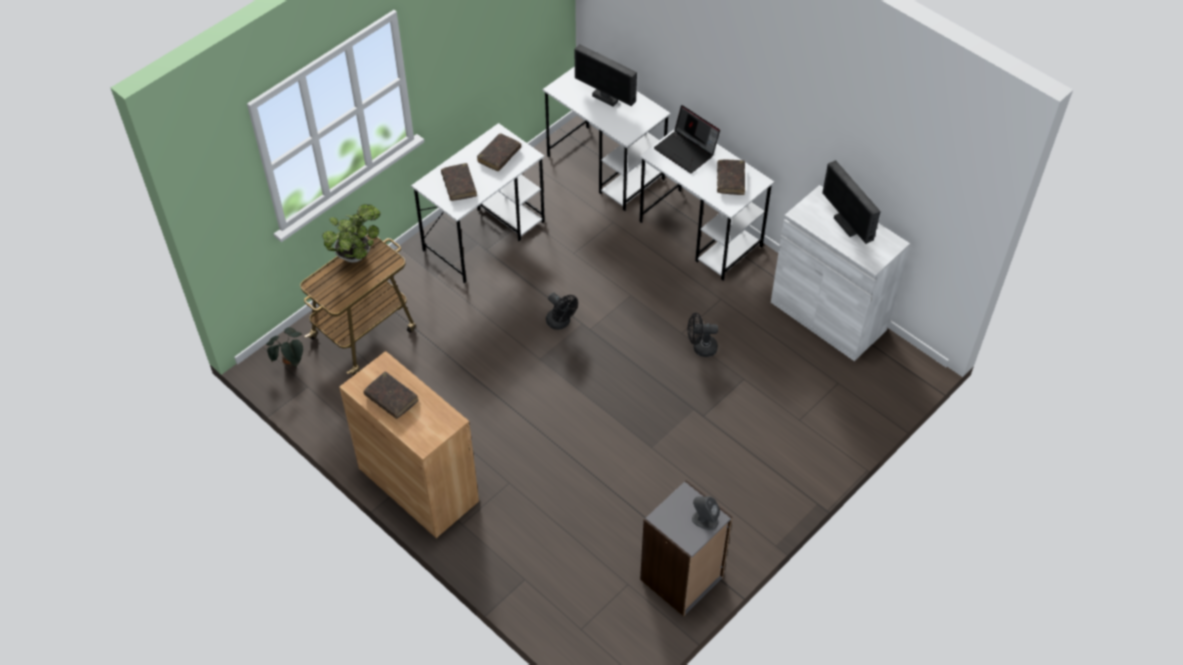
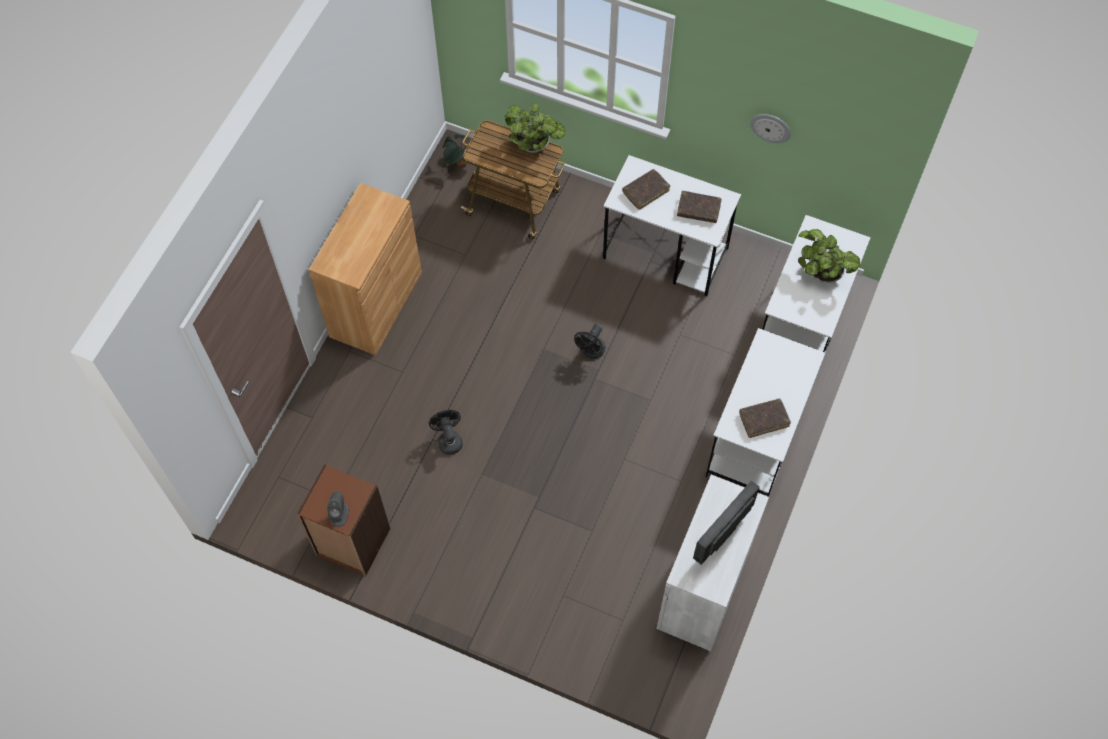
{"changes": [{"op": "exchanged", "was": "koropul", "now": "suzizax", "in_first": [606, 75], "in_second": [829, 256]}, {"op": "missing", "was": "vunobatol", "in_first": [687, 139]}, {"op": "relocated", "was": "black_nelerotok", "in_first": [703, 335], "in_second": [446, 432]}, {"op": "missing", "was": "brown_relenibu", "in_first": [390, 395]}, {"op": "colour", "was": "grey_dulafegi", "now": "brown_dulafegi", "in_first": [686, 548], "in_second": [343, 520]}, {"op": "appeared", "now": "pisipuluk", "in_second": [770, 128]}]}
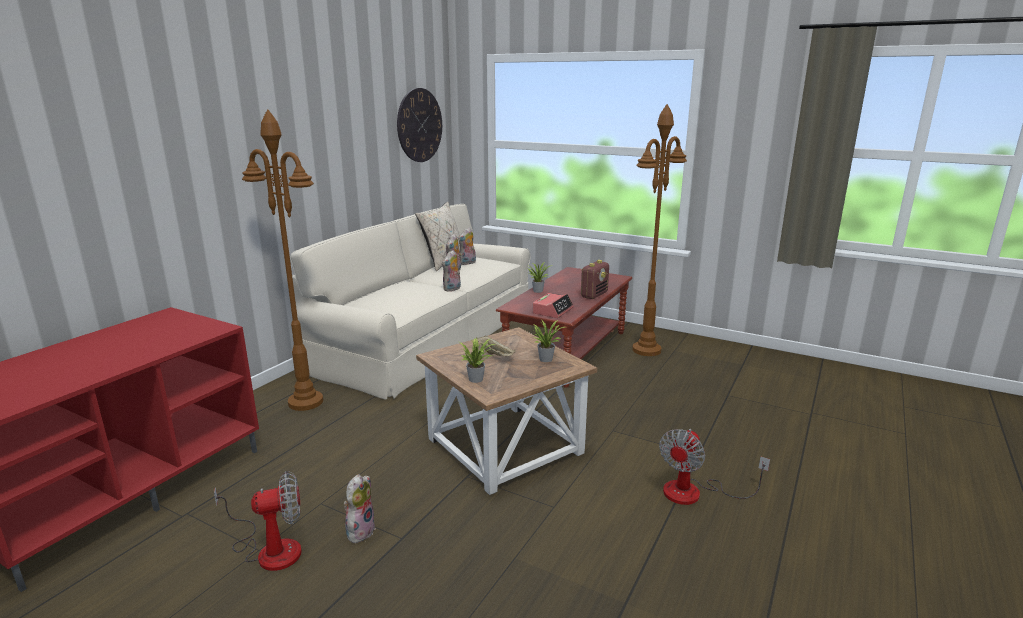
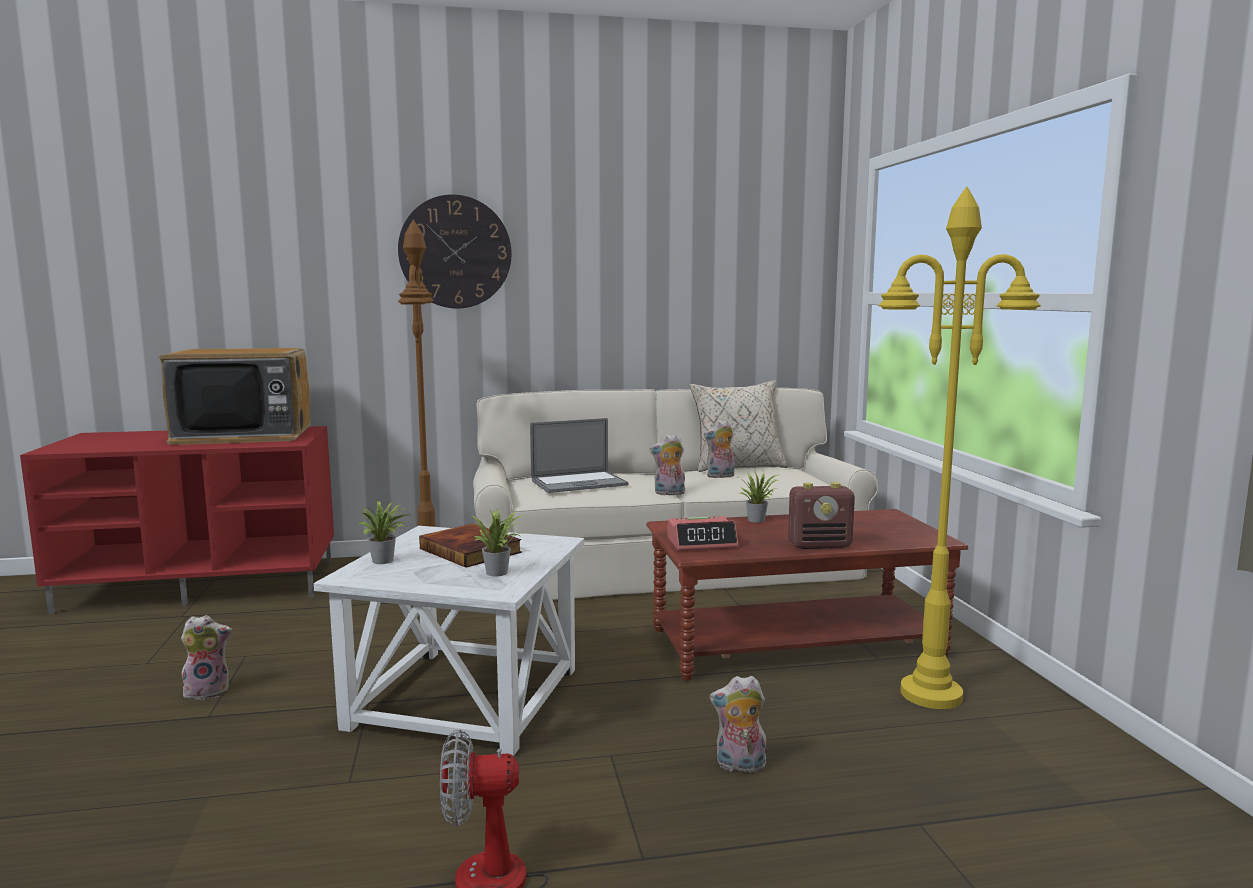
{"changes": [{"op": "relocated", "was": "pisipuluk", "in_first": [419, 125], "in_second": [455, 251]}, {"op": "colour", "was": "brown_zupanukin", "now": "yellow_zupanukin", "in_first": [659, 230], "in_second": [960, 448]}, {"op": "relocated", "was": "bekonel", "in_first": [467, 246], "in_second": [737, 724]}, {"op": "colour", "was": "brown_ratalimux", "now": "white_ratalimux", "in_first": [506, 411], "in_second": [449, 641]}, {"op": "exchanged", "was": "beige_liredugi", "now": "relenibu", "in_first": [496, 346], "in_second": [470, 545]}, {"op": "missing", "was": "nelerotok", "in_first": [258, 521]}, {"op": "appeared", "now": "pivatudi", "in_second": [234, 396]}, {"op": "appeared", "now": "vunobatol", "in_second": [579, 455]}]}
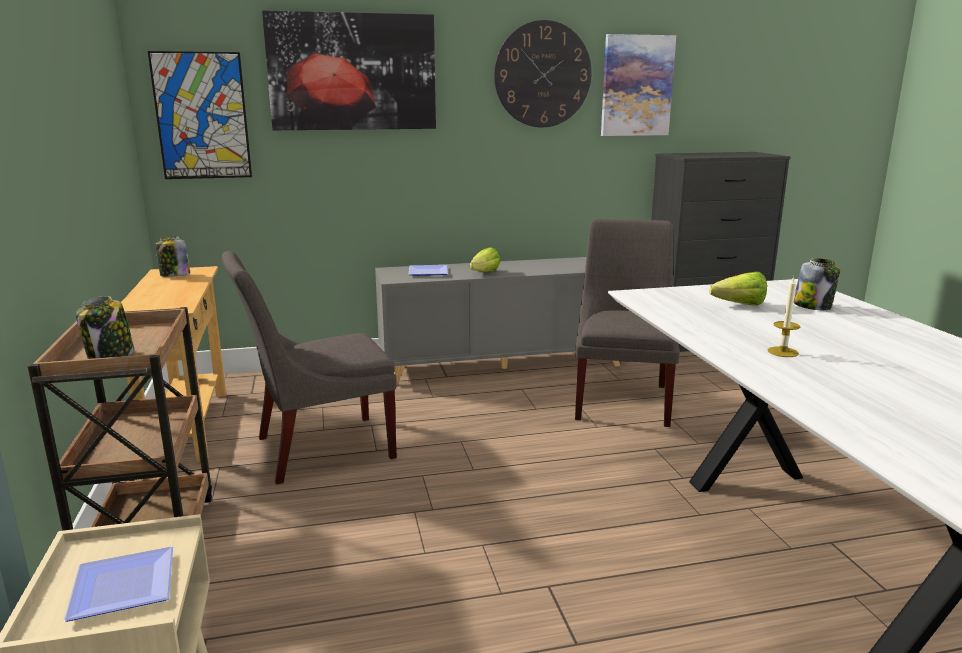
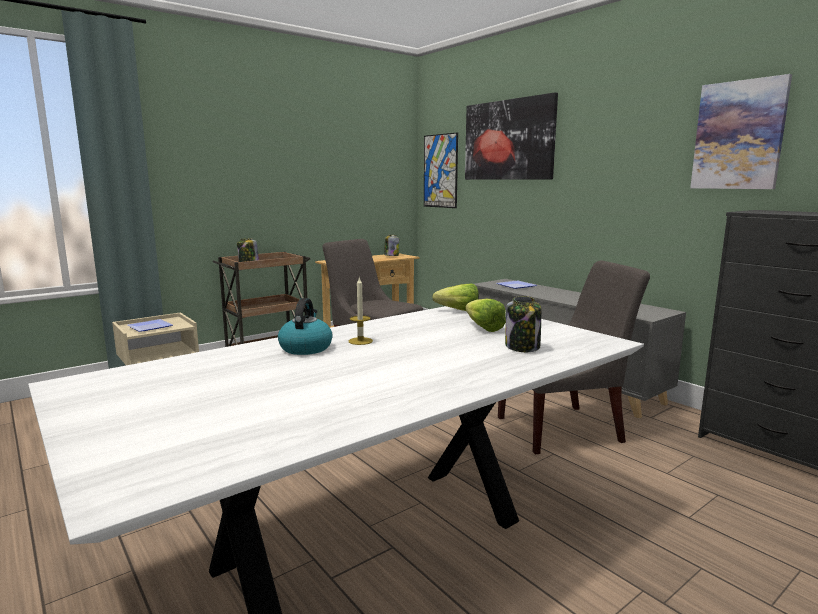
{"changes": [{"op": "missing", "was": "pisipuluk", "in_first": [543, 73]}, {"op": "relocated", "was": "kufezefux", "in_first": [484, 259], "in_second": [455, 297]}, {"op": "appeared", "now": "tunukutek", "in_second": [305, 326]}]}
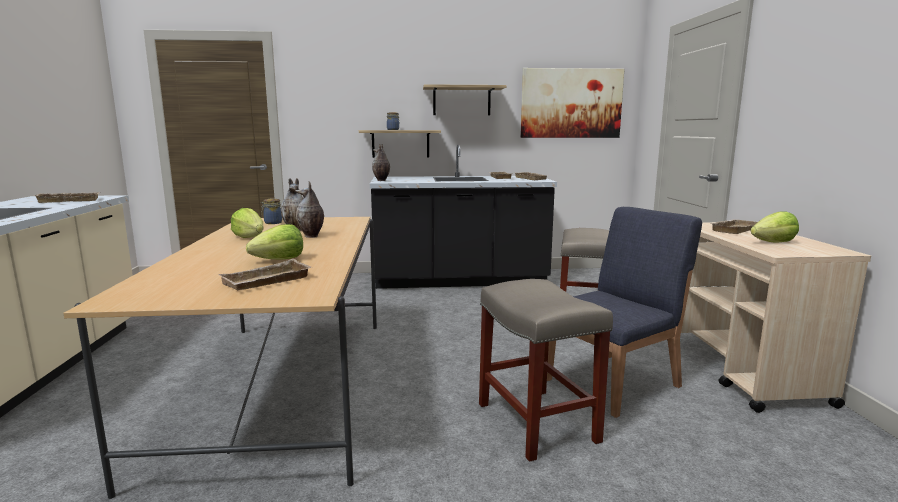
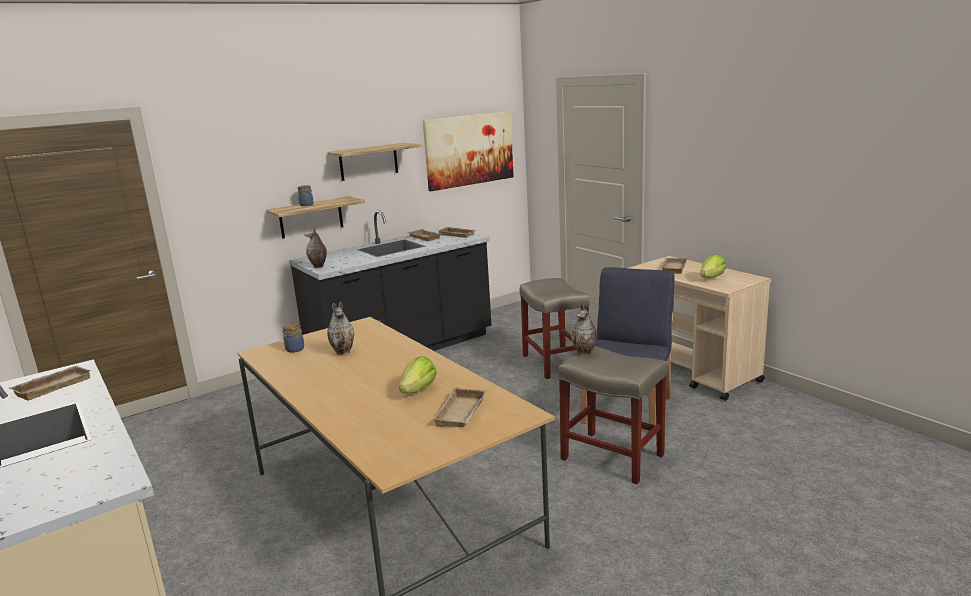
{"changes": [{"op": "relocated", "was": "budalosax", "in_first": [309, 209], "in_second": [584, 330]}, {"op": "missing", "was": "kufezefux", "in_first": [247, 223]}]}
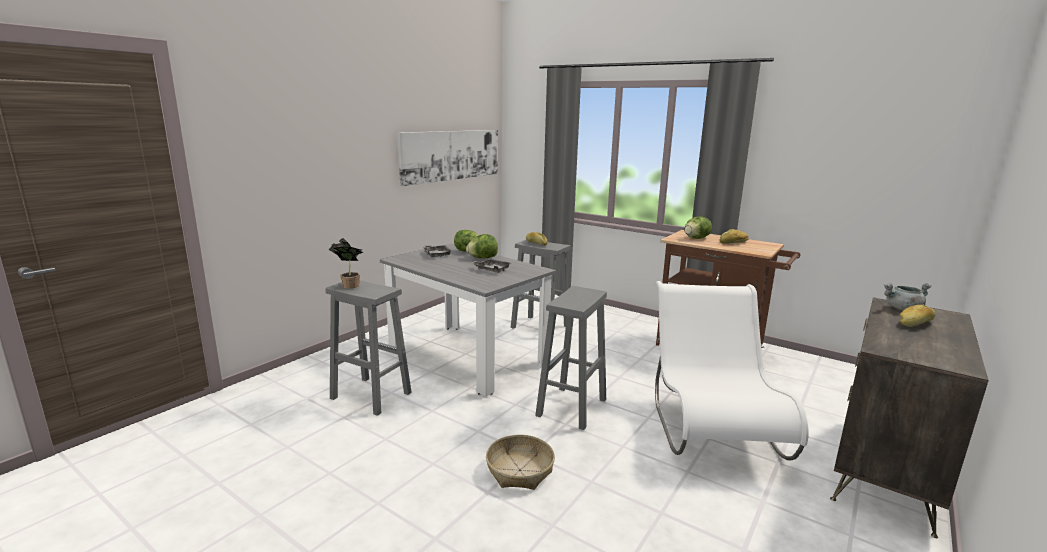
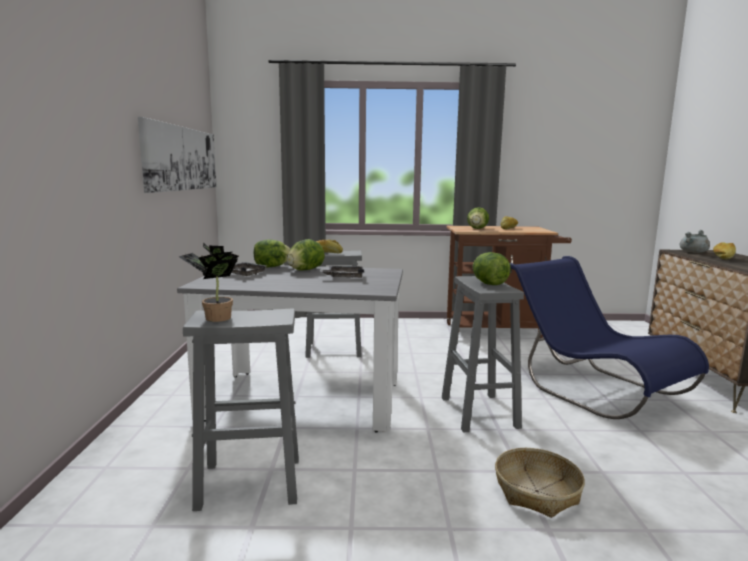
{"changes": [{"op": "colour", "was": "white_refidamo", "now": "blue_refidamo", "in_first": [732, 370], "in_second": [609, 337]}, {"op": "appeared", "now": "kufezefux", "in_second": [492, 268]}]}
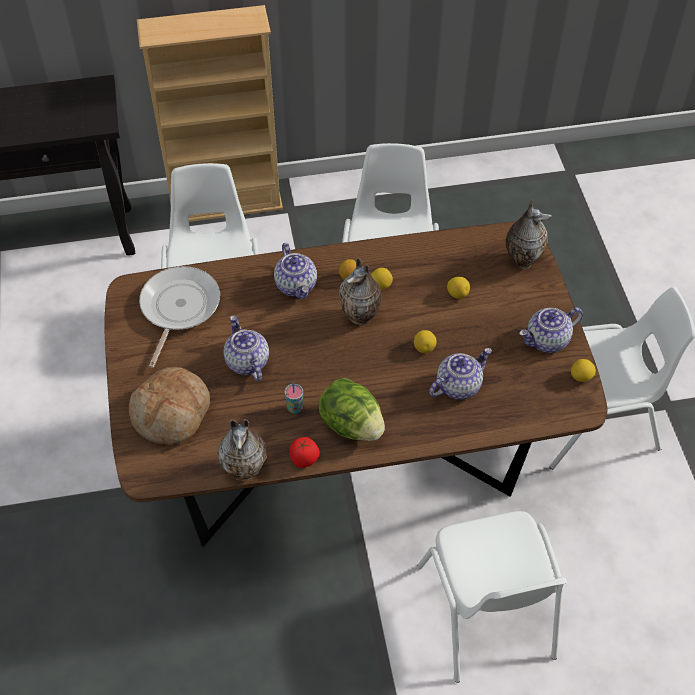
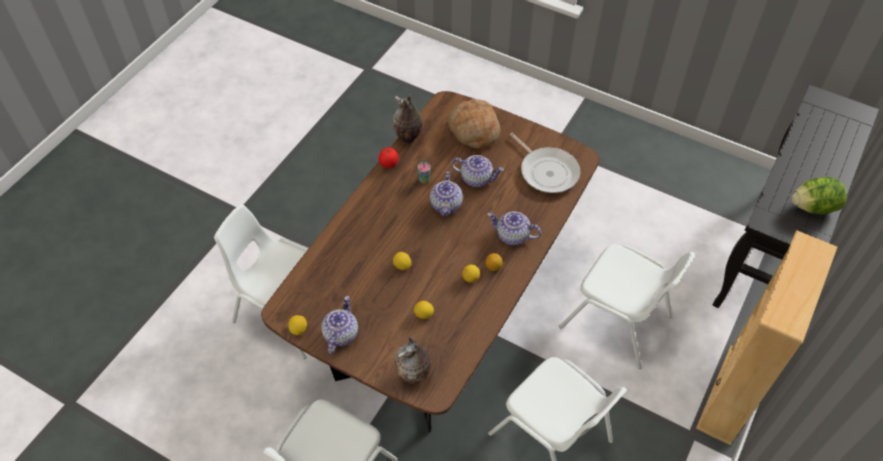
{"changes": [{"op": "missing", "was": "budalosax", "in_first": [360, 291]}, {"op": "relocated", "was": "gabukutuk", "in_first": [460, 373], "in_second": [446, 194]}, {"op": "relocated", "was": "kufezefux", "in_first": [351, 409], "in_second": [819, 195]}]}
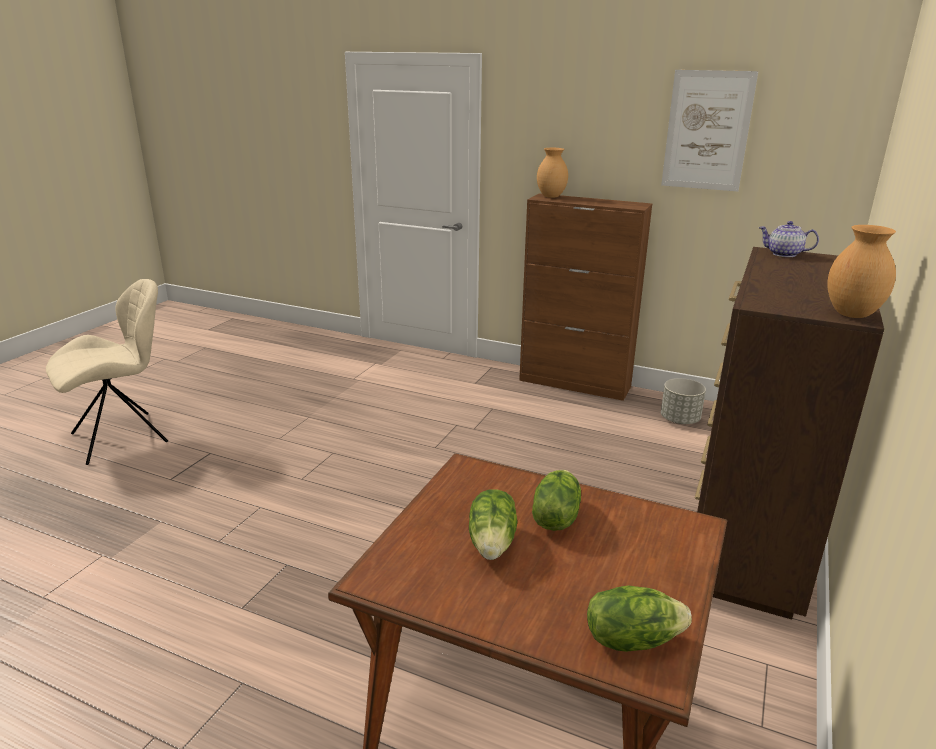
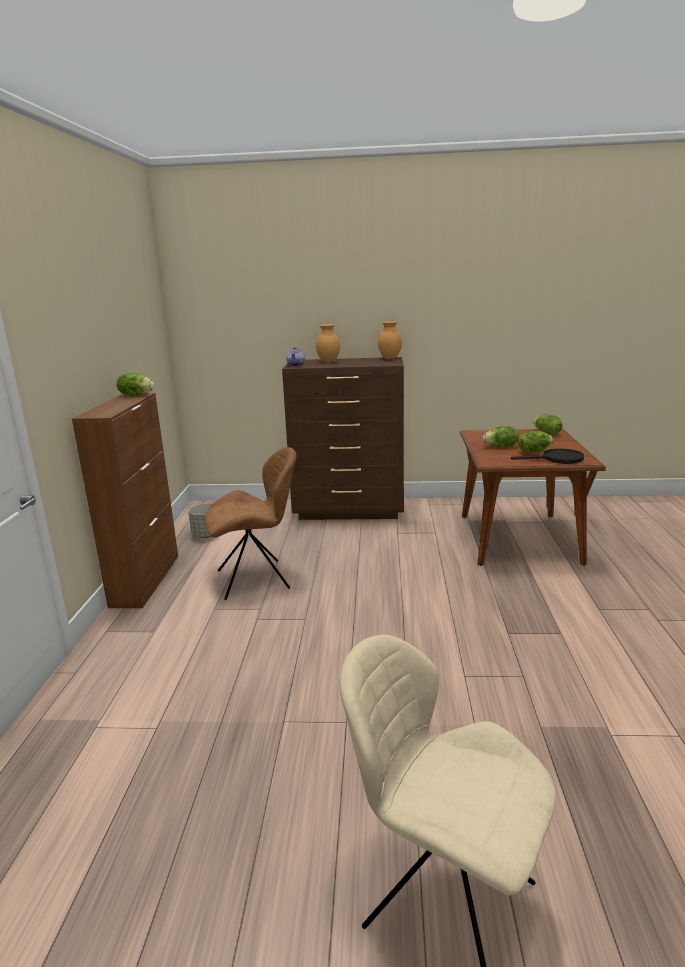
{"changes": [{"op": "missing", "was": "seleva", "in_first": [709, 130]}, {"op": "relocated", "was": "brown_budalosax", "in_first": [552, 173], "in_second": [328, 343]}, {"op": "appeared", "now": "kufezefux", "in_second": [135, 384]}, {"op": "appeared", "now": "brown_refidamo", "in_second": [251, 523]}, {"op": "appeared", "now": "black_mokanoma", "in_second": [547, 456]}]}
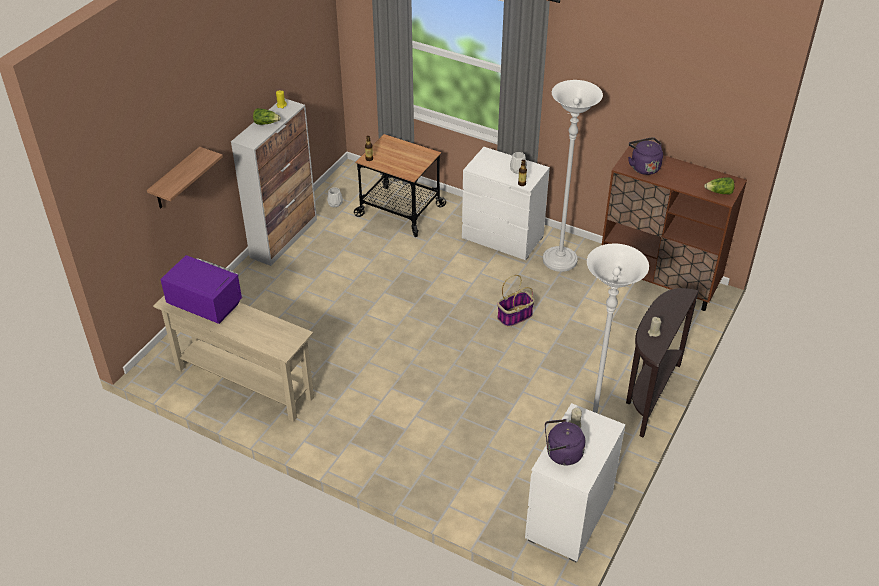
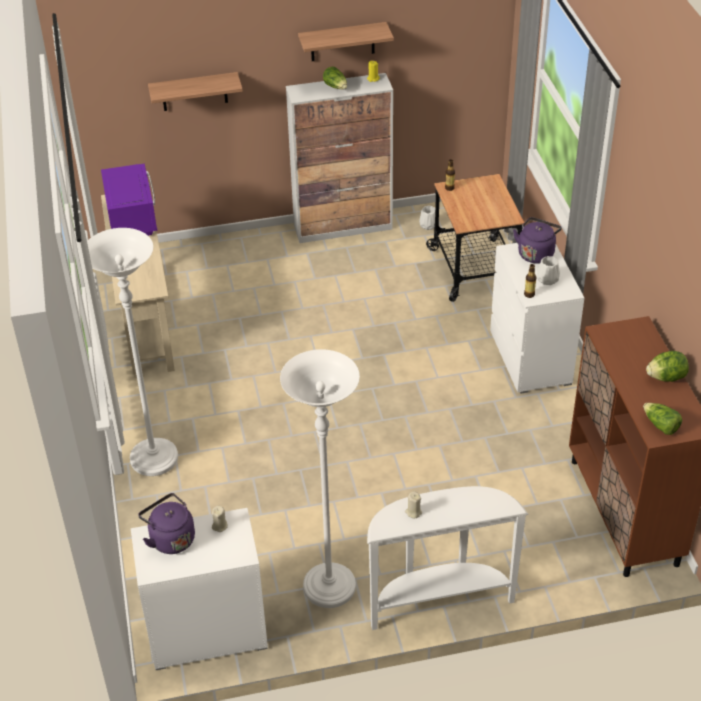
{"changes": [{"op": "relocated", "was": "white_zupanukin", "in_first": [573, 176], "in_second": [132, 352]}, {"op": "relocated", "was": "purple_tunukutek", "in_first": [645, 156], "in_second": [537, 240]}, {"op": "missing", "was": "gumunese", "in_first": [516, 301]}, {"op": "colour", "was": "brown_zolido", "now": "white_zolido", "in_first": [662, 362], "in_second": [447, 558]}, {"op": "appeared", "now": "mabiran", "in_second": [346, 41]}, {"op": "appeared", "now": "kufezefux", "in_second": [667, 366]}]}
